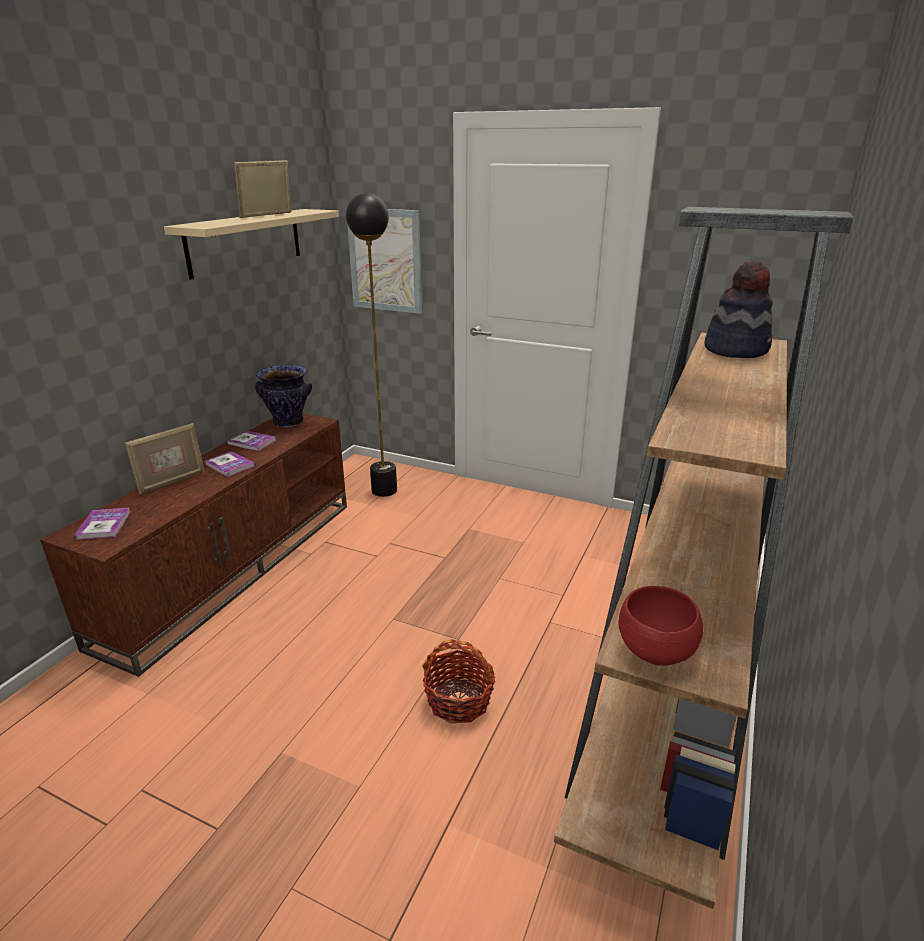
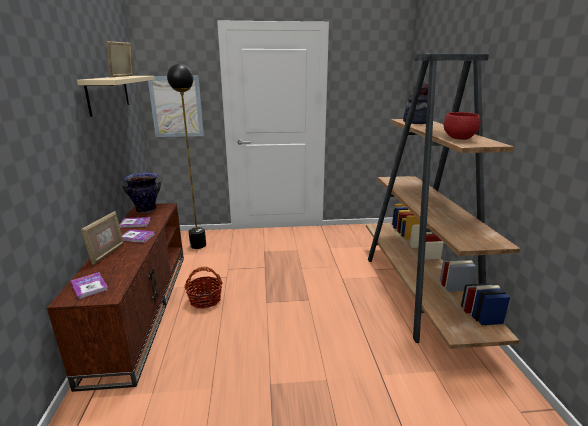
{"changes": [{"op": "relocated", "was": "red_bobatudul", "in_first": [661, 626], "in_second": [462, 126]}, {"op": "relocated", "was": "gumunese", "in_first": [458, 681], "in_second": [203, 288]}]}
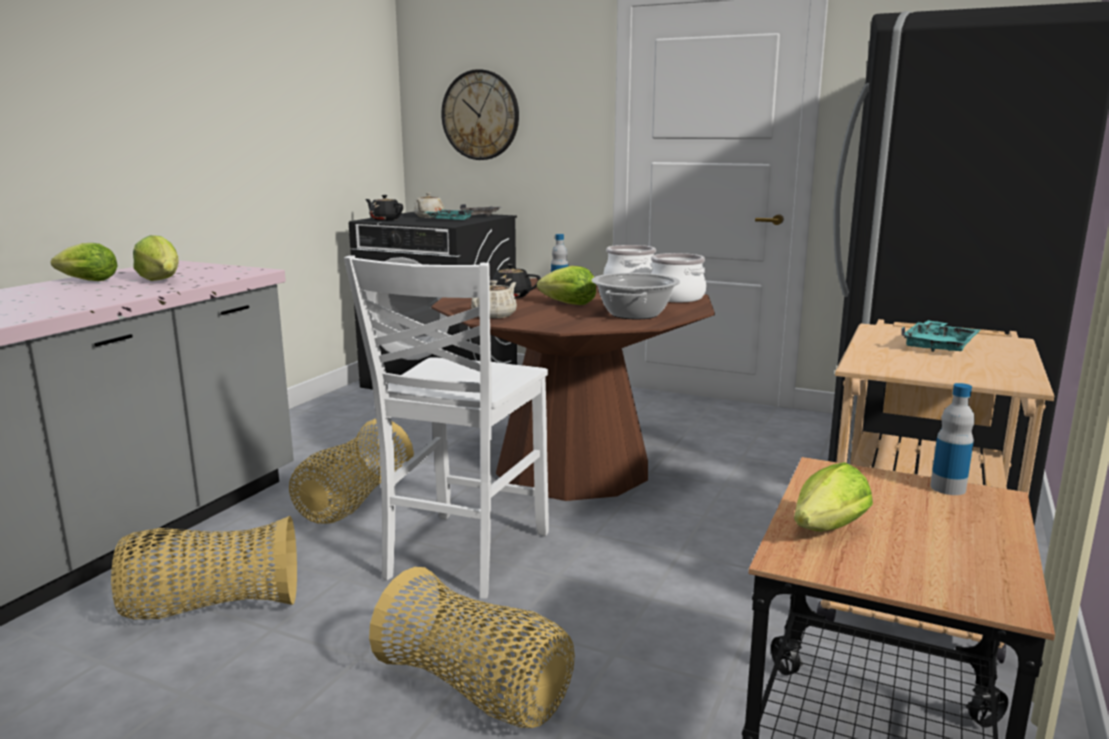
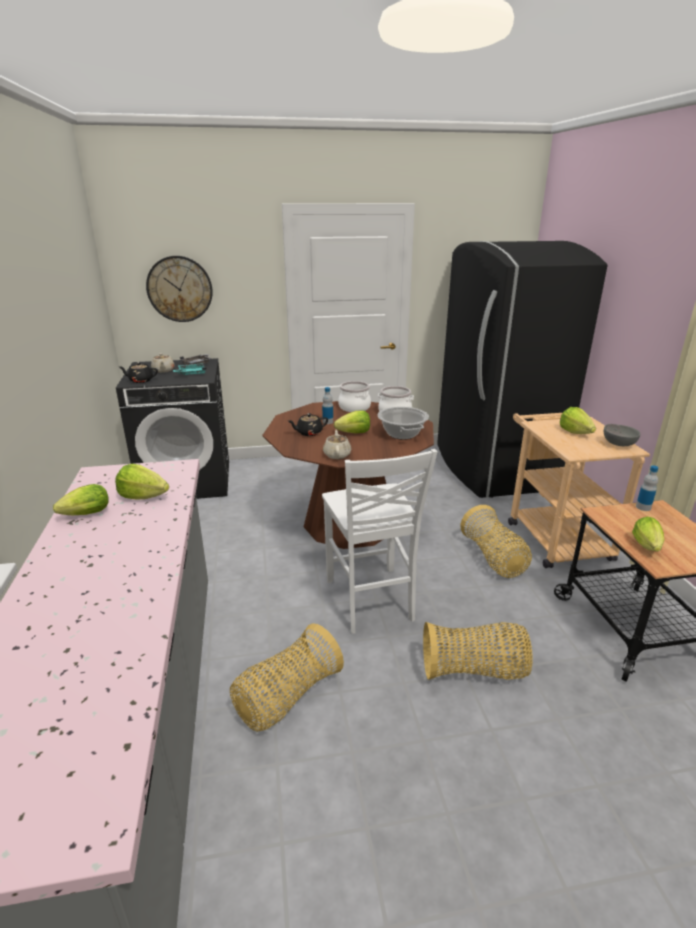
{"changes": [{"op": "exchanged", "was": "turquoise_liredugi", "now": "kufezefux", "in_first": [940, 336], "in_second": [578, 420]}, {"op": "relocated", "was": "gumunese", "in_first": [351, 471], "in_second": [496, 541]}, {"op": "appeared", "now": "grey_bobatudul", "in_second": [622, 435]}]}
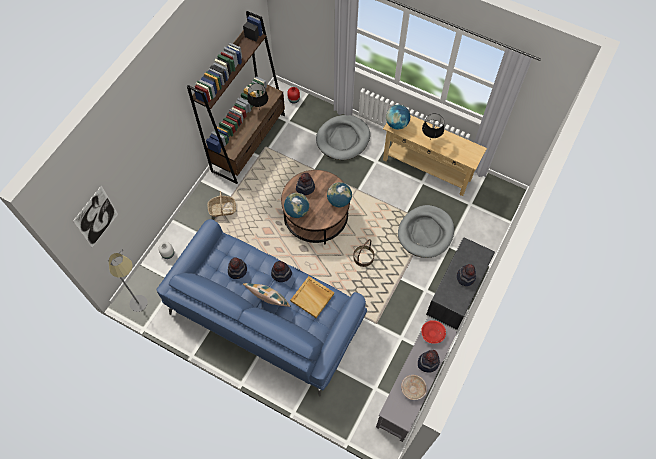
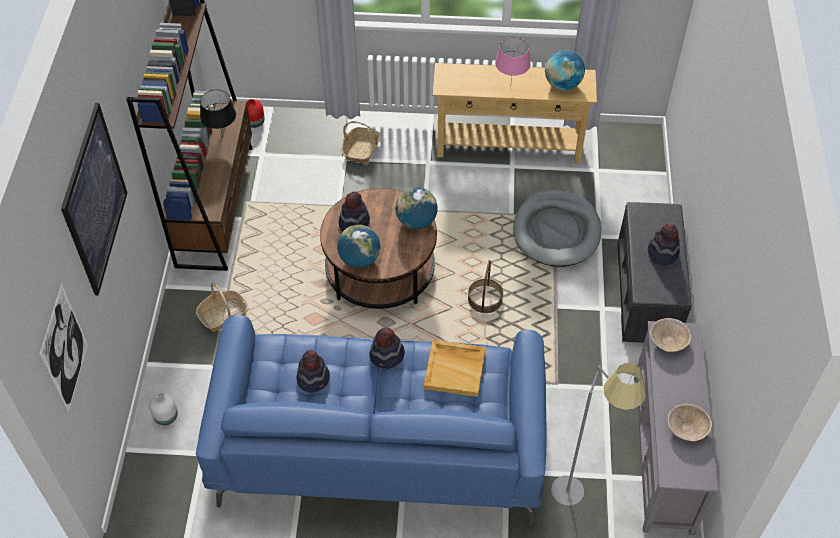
{"changes": [{"op": "relocated", "was": "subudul", "in_first": [398, 117], "in_second": [565, 70]}, {"op": "colour", "was": "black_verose", "now": "pink_verose", "in_first": [433, 127], "in_second": [513, 59]}, {"op": "exchanged", "was": "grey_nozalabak", "now": "gumunese", "in_first": [343, 137], "in_second": [361, 142]}, {"op": "relocated", "was": "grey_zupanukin", "in_first": [128, 280], "in_second": [598, 434]}, {"op": "missing", "was": "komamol", "in_first": [267, 295]}, {"op": "colour", "was": "red_bobatudul", "now": "beige_bobatudul", "in_first": [433, 332], "in_second": [670, 335]}, {"op": "missing", "was": "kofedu", "in_first": [429, 361]}, {"op": "appeared", "now": "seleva", "in_second": [94, 199]}]}
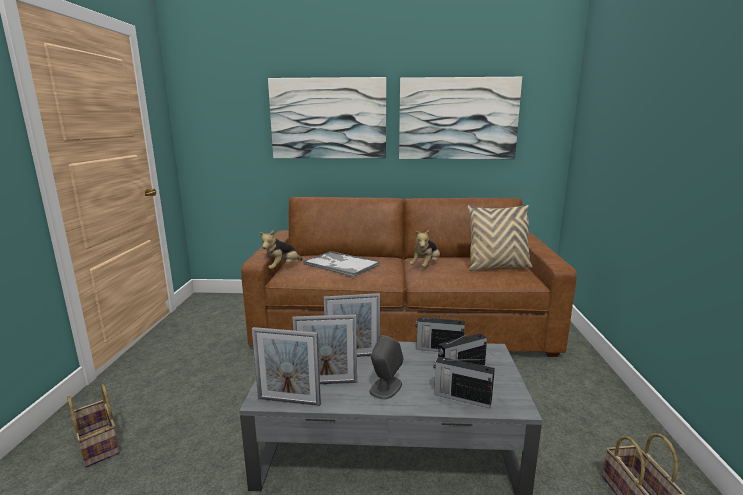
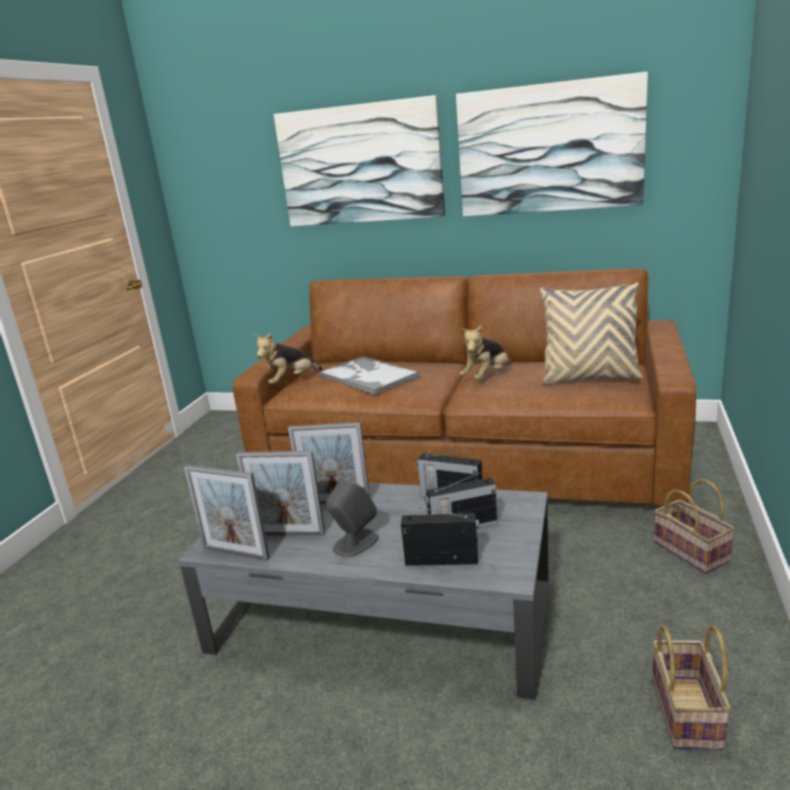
{"changes": [{"op": "spun", "was": "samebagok", "in_first": [464, 382], "in_second": [440, 536], "clockwise": 150}, {"op": "relocated", "was": "gumunese", "in_first": [93, 425], "in_second": [694, 526]}]}
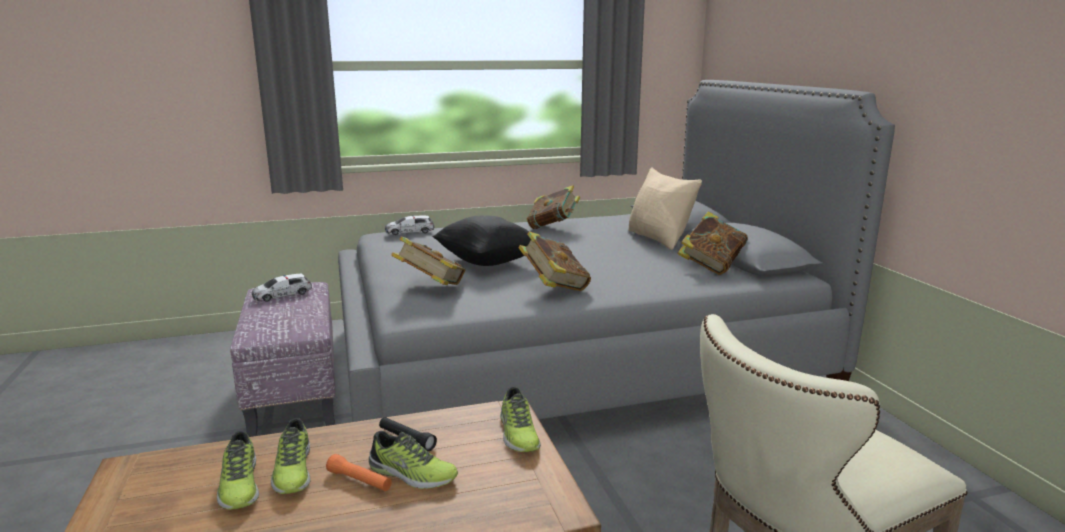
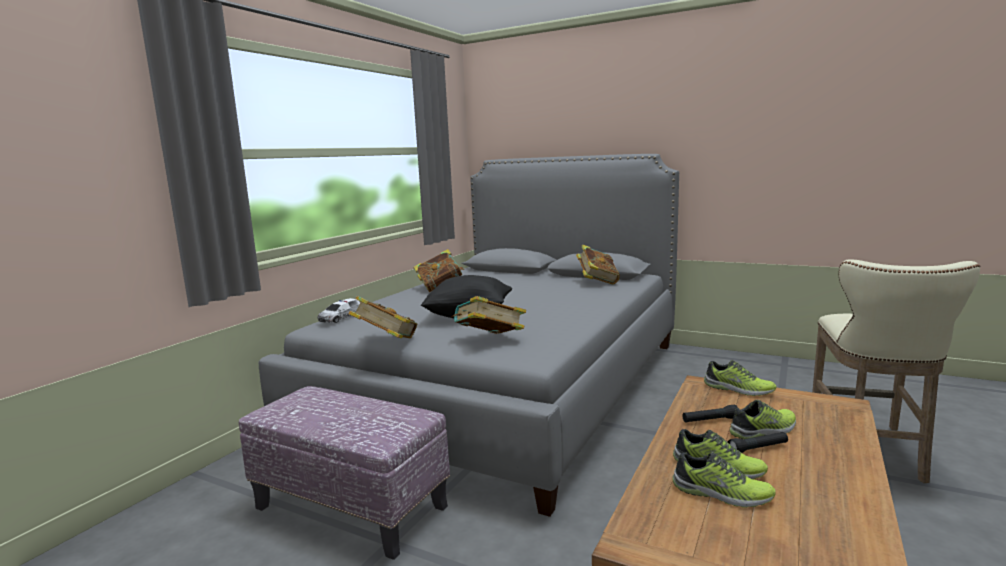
{"changes": [{"op": "missing", "was": "beige_komamol", "in_first": [665, 208]}, {"op": "relocated", "was": "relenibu", "in_first": [554, 261], "in_second": [382, 317]}, {"op": "missing", "was": "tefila", "in_first": [282, 288]}, {"op": "colour", "was": "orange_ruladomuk", "now": "black_ruladomuk", "in_first": [359, 472], "in_second": [758, 442]}]}
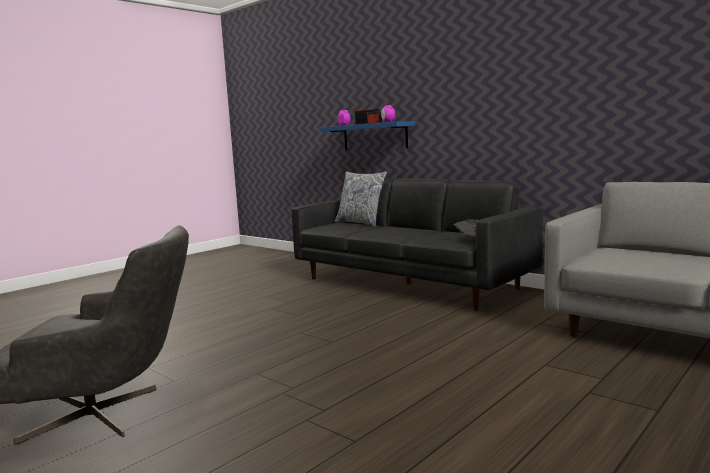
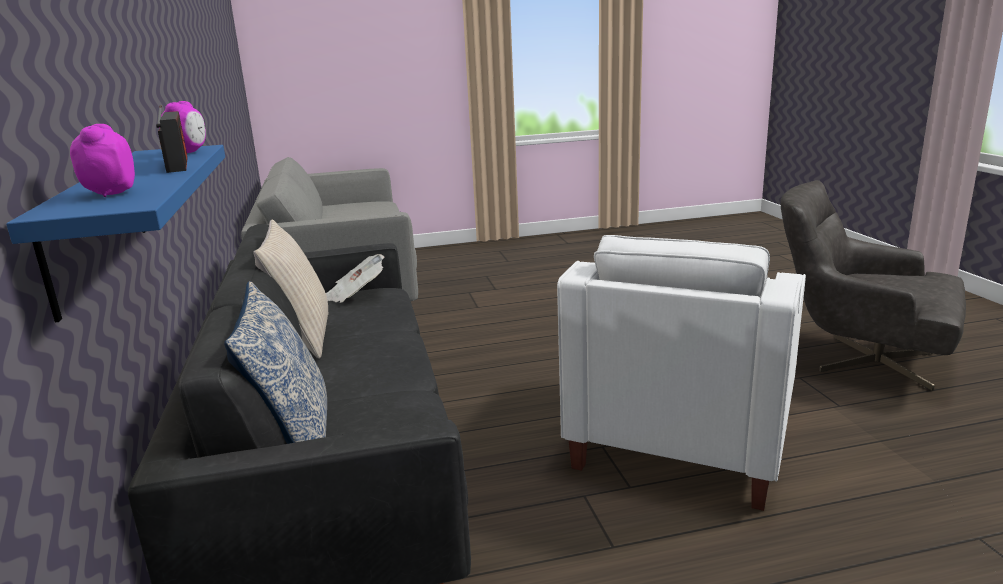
{"changes": [{"op": "appeared", "now": "beige_komamol", "in_second": [291, 289]}, {"op": "appeared", "now": "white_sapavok", "in_second": [681, 373]}]}
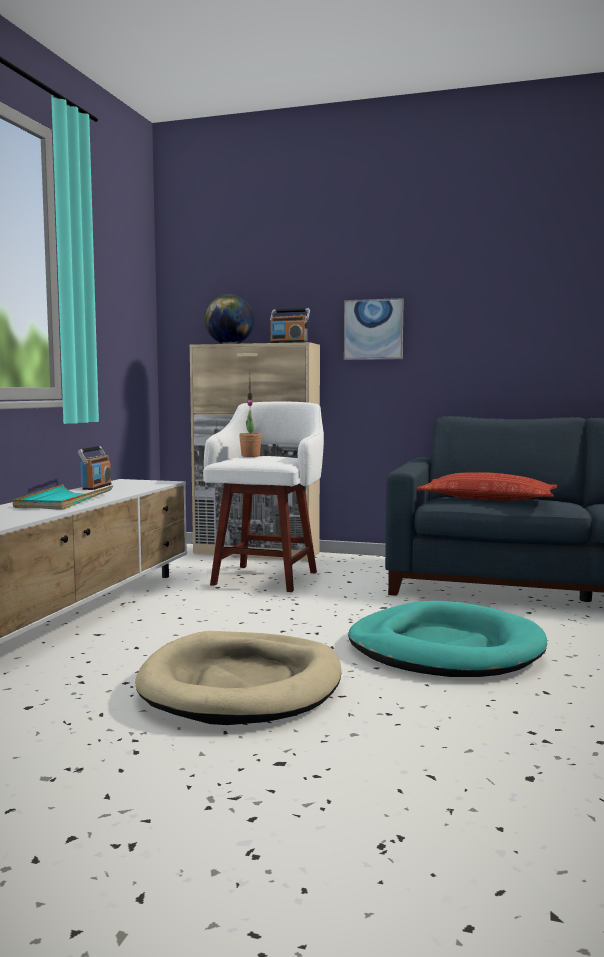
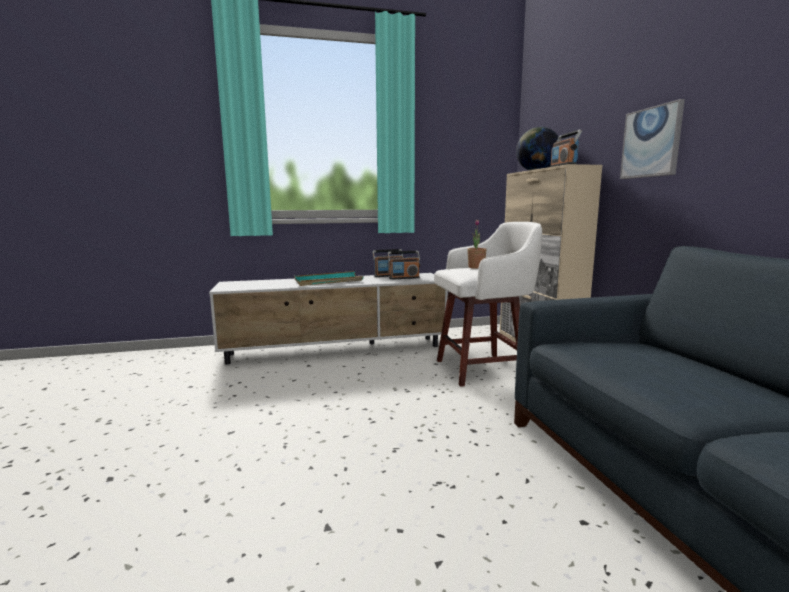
{"changes": [{"op": "missing", "was": "komamol", "in_first": [486, 486]}, {"op": "missing", "was": "turquoise_nozalabak", "in_first": [447, 639]}, {"op": "missing", "was": "beige_nozalabak", "in_first": [238, 678]}, {"op": "appeared", "now": "samebagok", "in_second": [404, 265]}]}
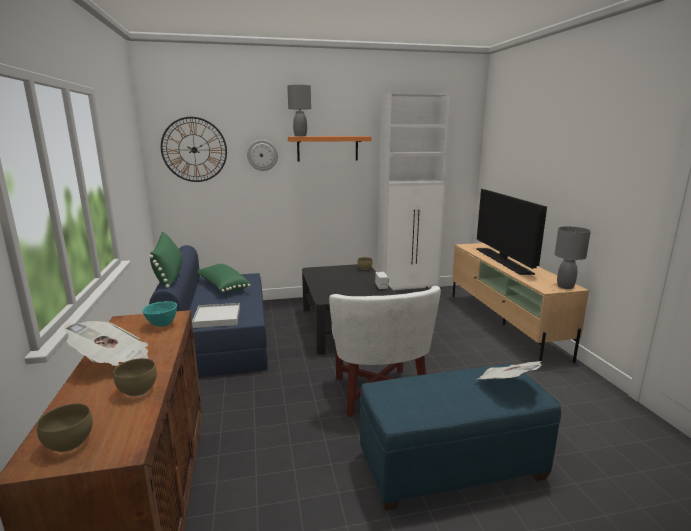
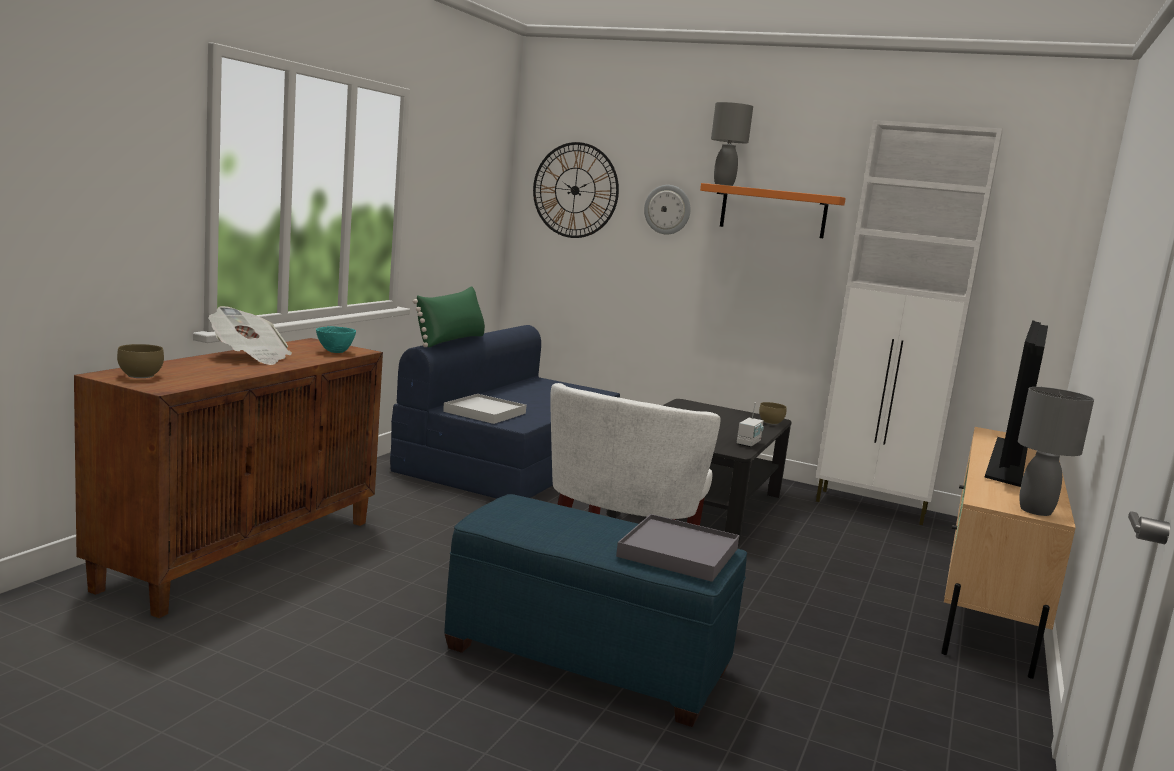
{"changes": [{"op": "missing", "was": "green_komamol", "in_first": [224, 278]}, {"op": "missing", "was": "brown_bobatudul", "in_first": [135, 377]}, {"op": "exchanged", "was": "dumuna", "now": "grey_liredugi", "in_first": [510, 370], "in_second": [678, 548]}]}
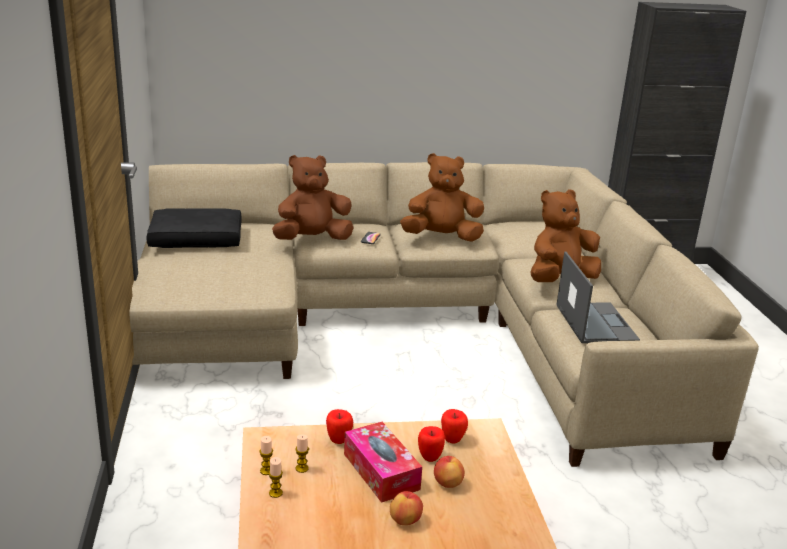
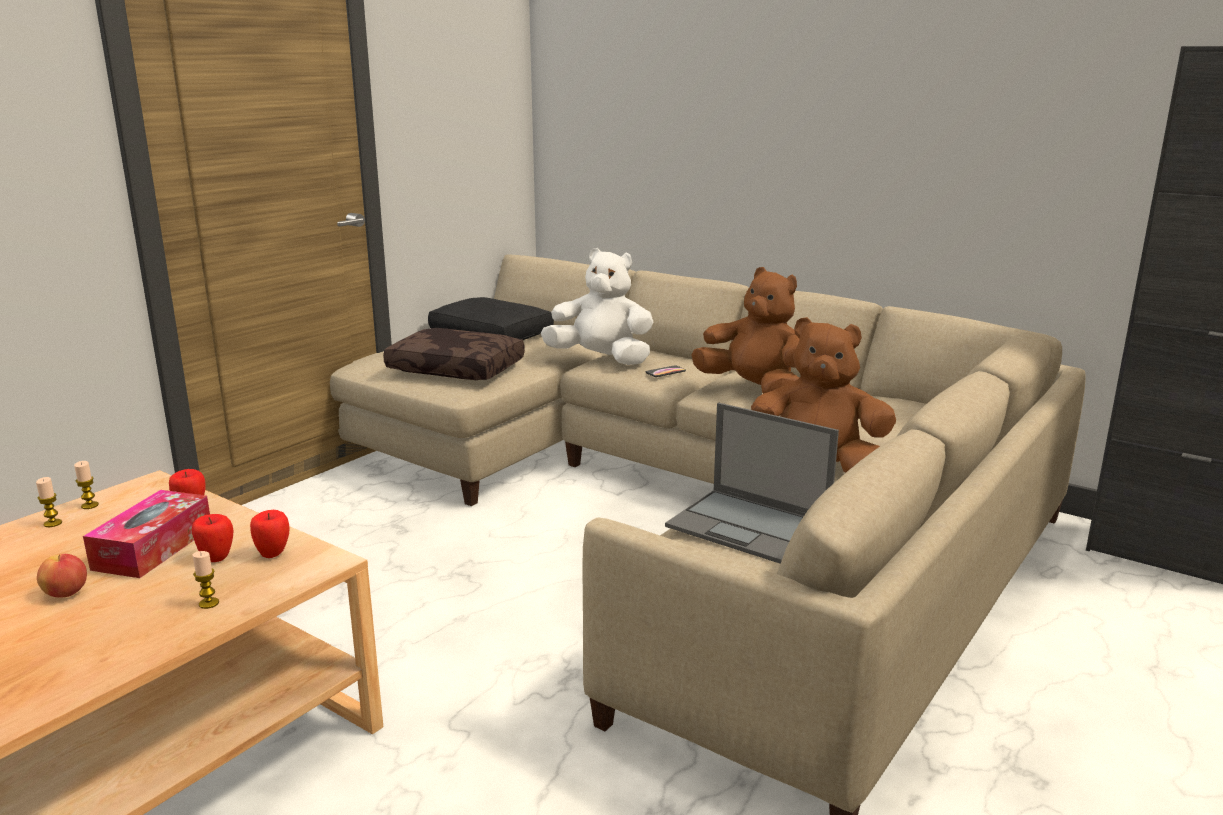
{"changes": [{"op": "colour", "was": "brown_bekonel", "now": "white_bekonel", "in_first": [313, 197], "in_second": [597, 306]}, {"op": "spun", "was": "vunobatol", "in_first": [598, 297], "in_second": [752, 483], "clockwise": 90}, {"op": "relocated", "was": "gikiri", "in_first": [302, 453], "in_second": [206, 580]}, {"op": "missing", "was": "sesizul", "in_first": [449, 472]}, {"op": "appeared", "now": "brown_komamol", "in_second": [454, 354]}]}
